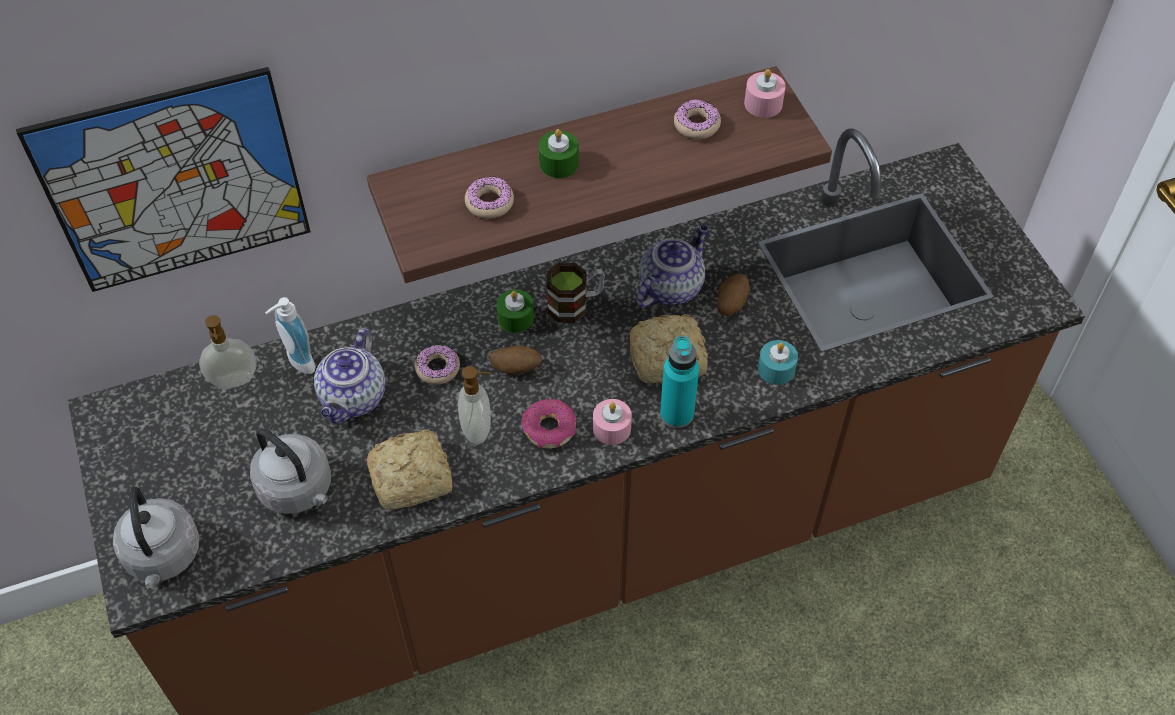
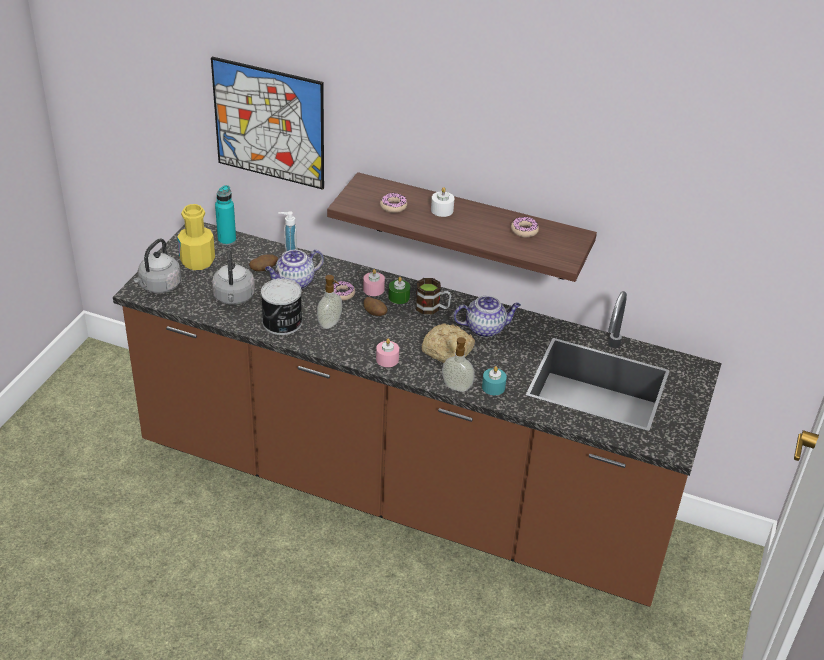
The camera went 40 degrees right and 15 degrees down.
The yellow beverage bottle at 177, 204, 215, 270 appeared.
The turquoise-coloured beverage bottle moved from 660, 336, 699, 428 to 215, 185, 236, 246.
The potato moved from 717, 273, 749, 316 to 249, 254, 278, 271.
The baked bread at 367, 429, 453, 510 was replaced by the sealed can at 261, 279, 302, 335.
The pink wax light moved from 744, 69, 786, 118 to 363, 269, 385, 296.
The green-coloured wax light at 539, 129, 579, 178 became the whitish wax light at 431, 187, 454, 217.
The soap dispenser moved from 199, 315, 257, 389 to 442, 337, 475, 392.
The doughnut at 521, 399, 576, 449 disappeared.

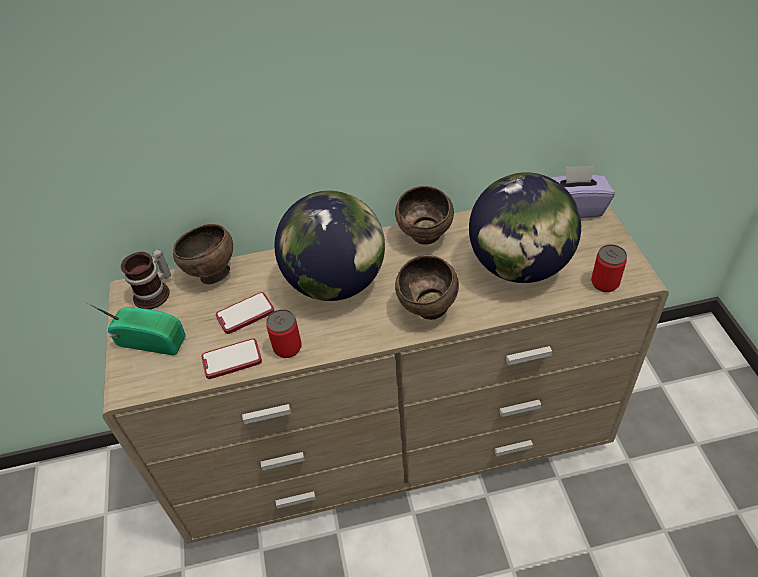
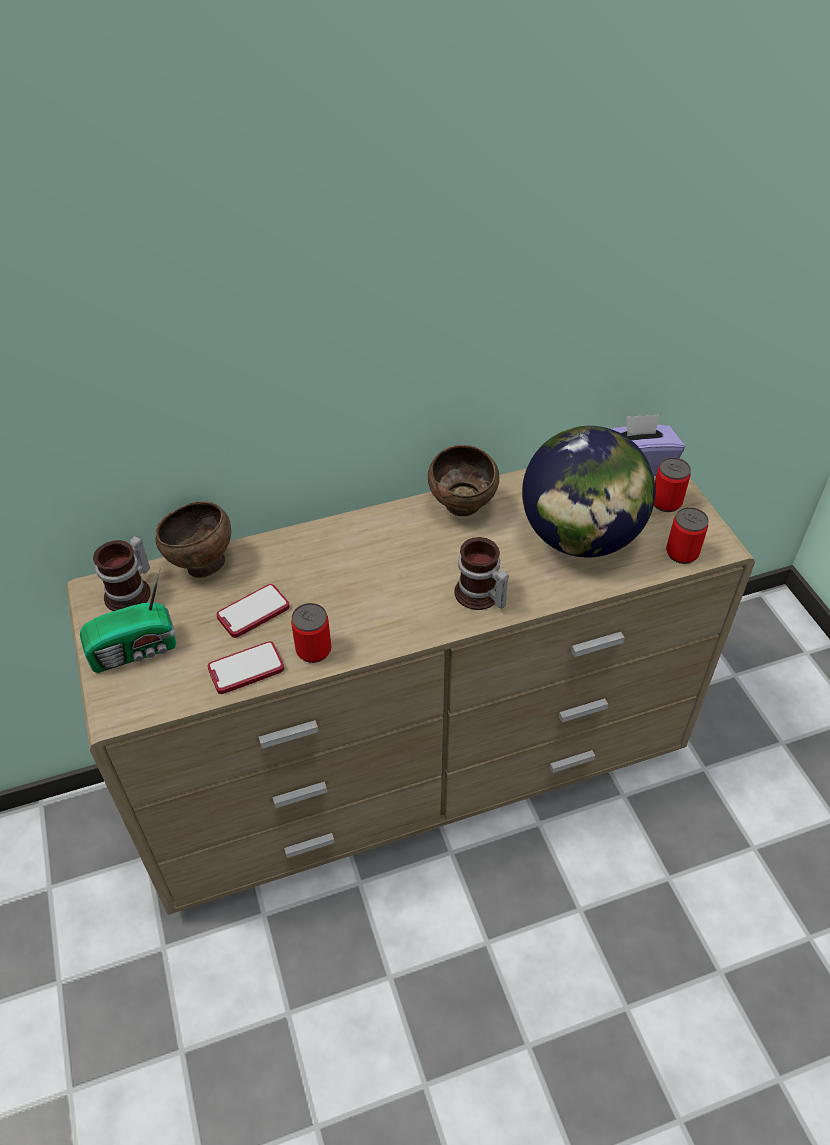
The camera went 10 degrees left and 0 degrees up.
The radio set at 86, 302, 186, 355 turned 150 degrees clockwise.
The brown-coloured bowl at 395, 255, 459, 320 was replaced by the tea mug at 454, 537, 509, 610.
The sealed can at 654, 458, 691, 512 appeared.
The world globe at 274, 191, 385, 301 disappeared.

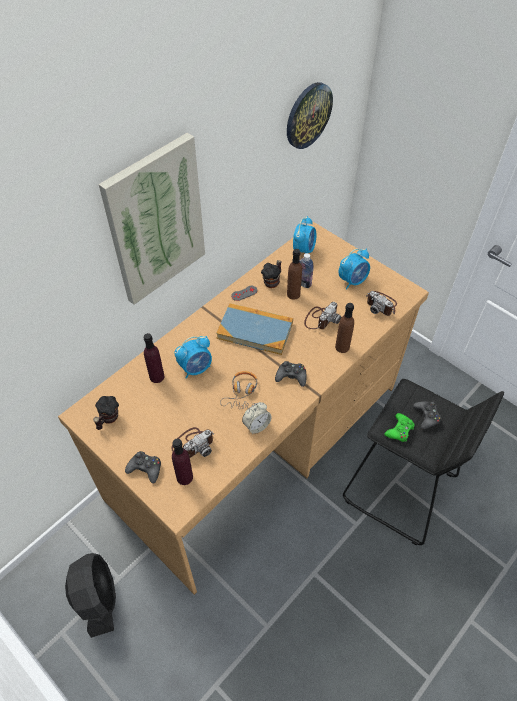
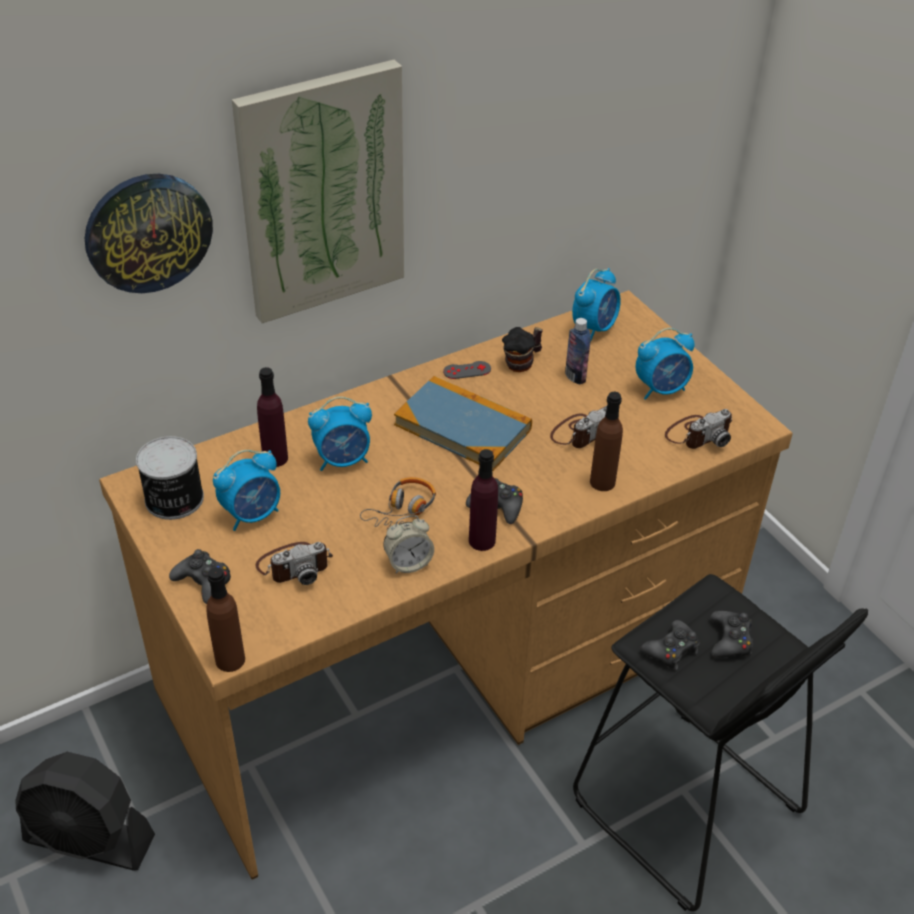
The camera went 15 degrees right and 10 degrees down.
The blackish cooling fan at 65, 553, 116, 638 turned 105 degrees clockwise.
The hanging clock moved from 287, 82, 333, 149 to 85, 174, 213, 293.
The tea mug at 93, 396, 119, 430 was replaced by the sealed can at 136, 436, 204, 520.
The brown-coloured beverage bottle moved from 287, 249, 302, 300 to 206, 567, 245, 672.
The table clock at 213, 450, 280, 531 appeared.
The purple beverage bottle moved from 172, 439, 193, 485 to 469, 449, 498, 551.
The green-coloured joypad at 385, 413, 415, 442 became the blackish joypad at 640, 620, 700, 670.
The photo camera at 365, 291, 397, 316 turned 90 degrees counterclockwise.

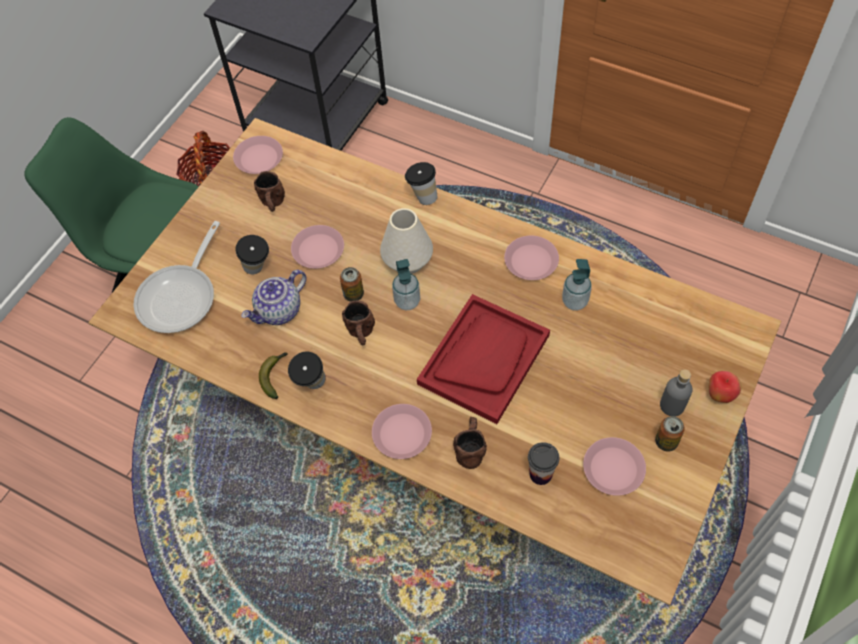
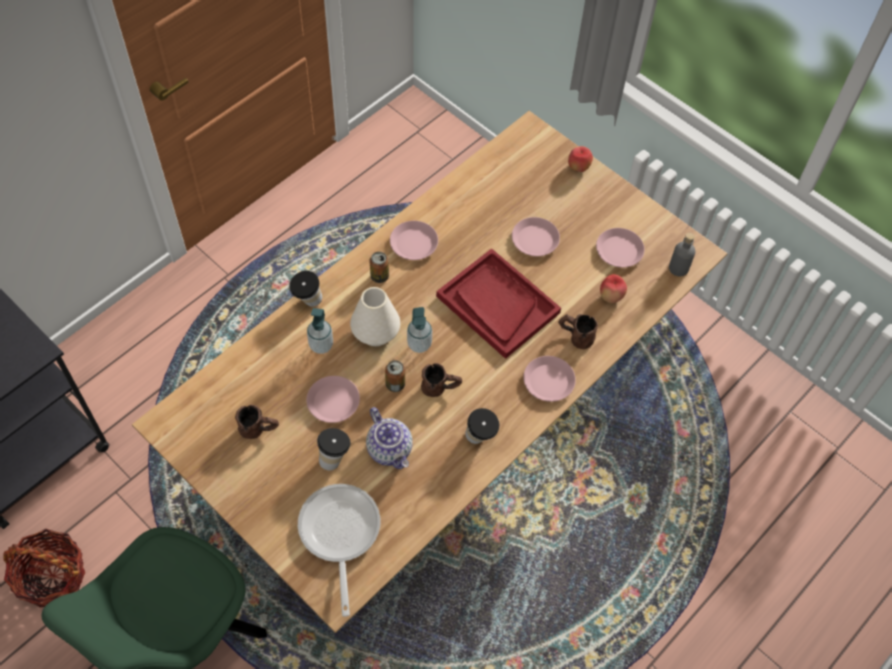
The camera went 80 degrees left and 0 degrees up.
The skillet at 134, 221, 220, 333 turned 135 degrees counterclockwise.
The soap dispenser moved from 562, 259, 592, 311 to 307, 308, 333, 354.
The sealed can moved from 655, 416, 685, 451 to 370, 252, 389, 283.
The pink dinner plate moved from 233, 136, 283, 174 to 512, 217, 560, 256.
The small cup at 528, 442, 559, 485 was replaced by the whole apple at 600, 274, 627, 303.
The gray beverage bottle moved from 660, 369, 693, 416 to 669, 233, 695, 277.
The banana fruit at 259, 352, 288, 399 disappeared.

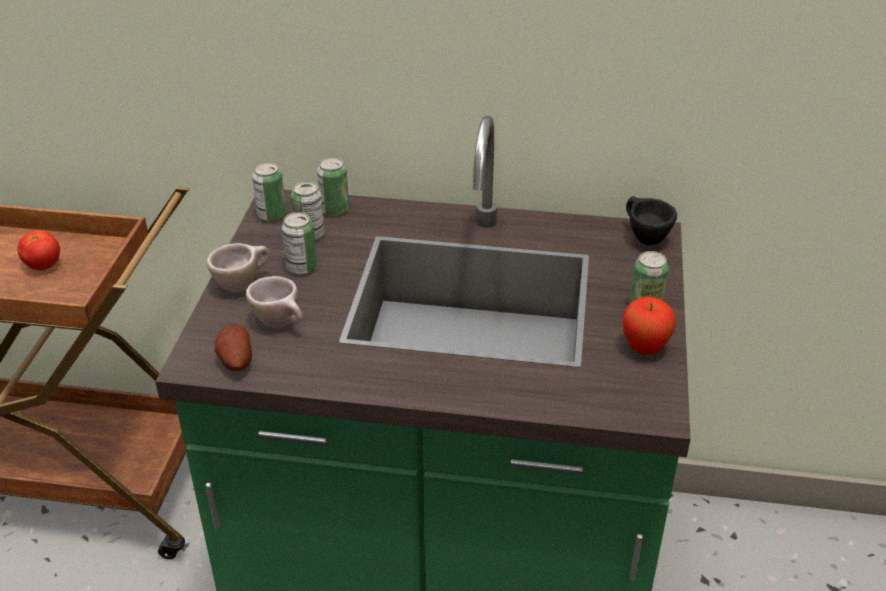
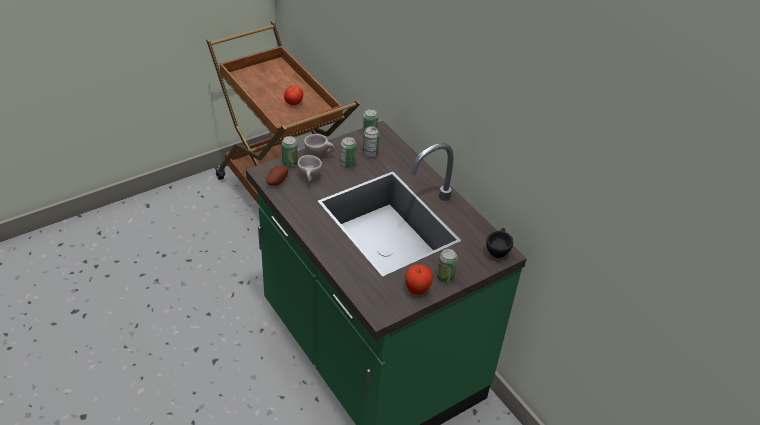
The camera went 45 degrees right and 5 degrees up.
The sealed can moved from 317, 157, 349, 216 to 282, 136, 298, 167.

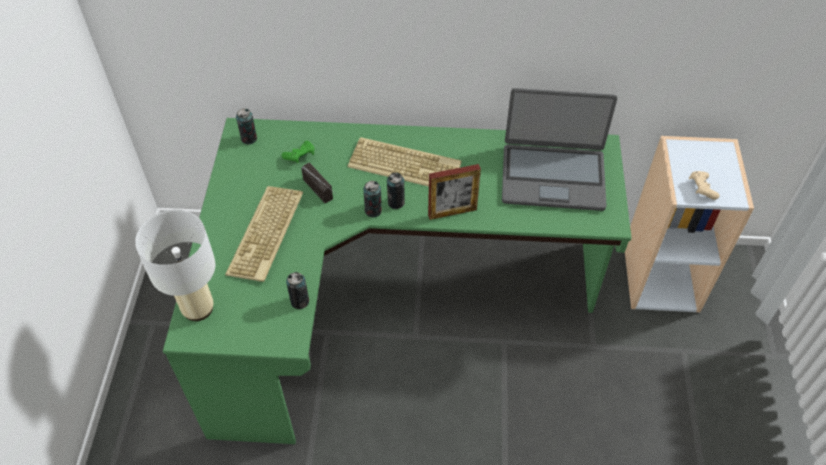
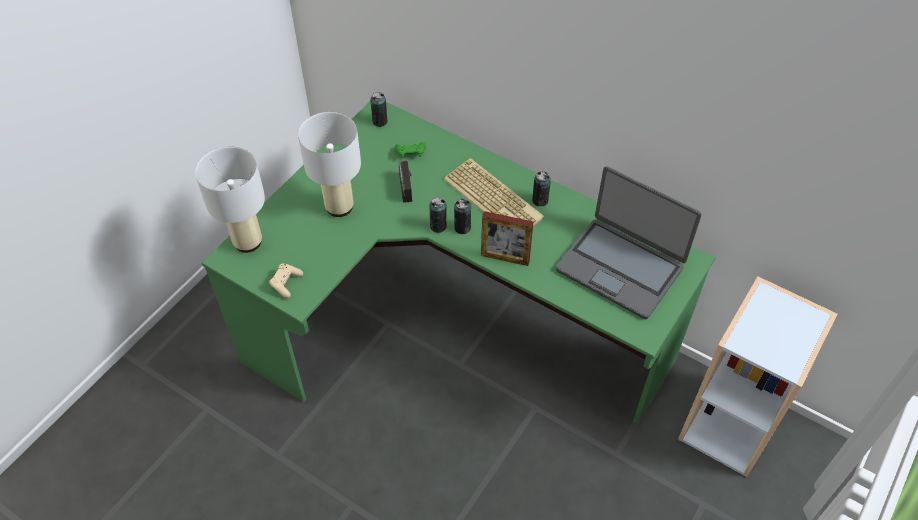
The camera went 30 degrees right and 0 degrees up.
The beige-coloured joypad moved from 689, 171, 719, 200 to 269, 264, 303, 298.
The keyboard at 225, 186, 303, 282 was replaced by the whitish table lamp at 298, 112, 361, 217.
The sealed can moved from 286, 272, 309, 309 to 532, 171, 551, 207.

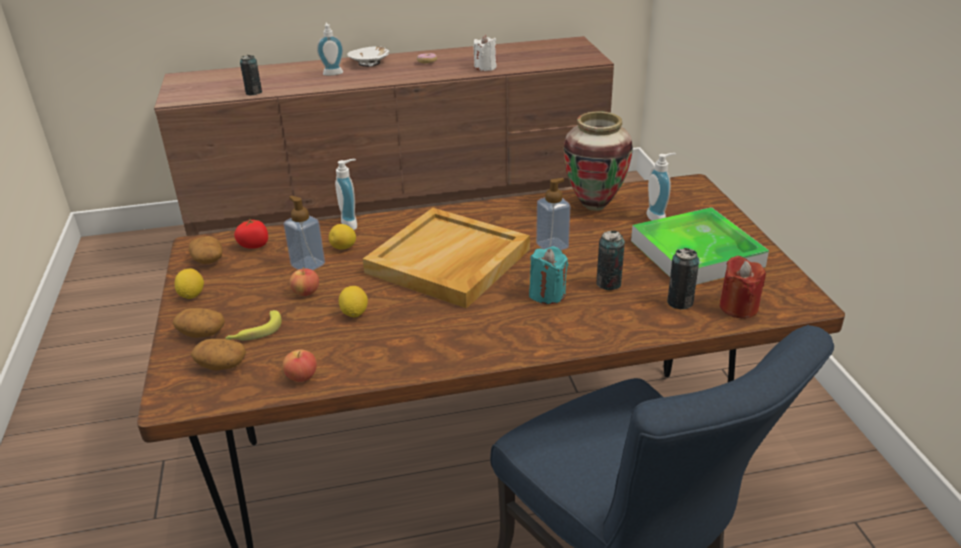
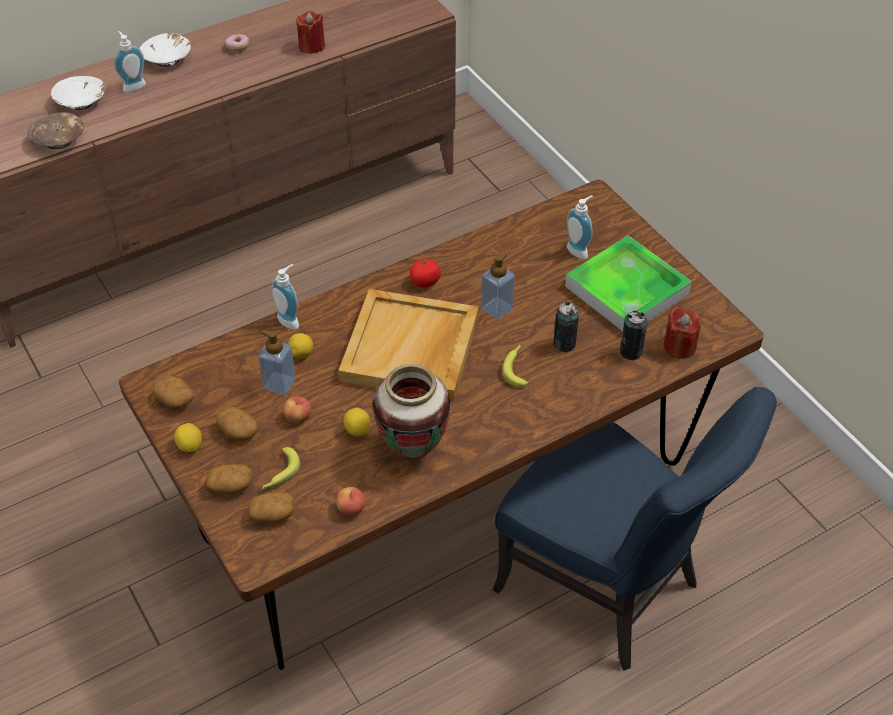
The camera went 20 degrees left and 15 degrees up.
The sealed can at 240, 55, 262, 96 was replaced by the brown-coloured bowl at 27, 112, 84, 149.
The whitish bowl at 51, 76, 105, 110 appeared.
The potato at 216, 407, 258, 441 appeared.
The whitish wax light at 474, 35, 496, 71 became the red-coloured wax light at 296, 11, 325, 54.
The decorative vase moved from 564, 111, 633, 211 to 372, 364, 451, 460.
The tomato moved from 234, 218, 268, 249 to 410, 259, 441, 288.
The turquoise-coloured wax light at 529, 246, 568, 304 was replaced by the banana fruit at 502, 344, 528, 387.

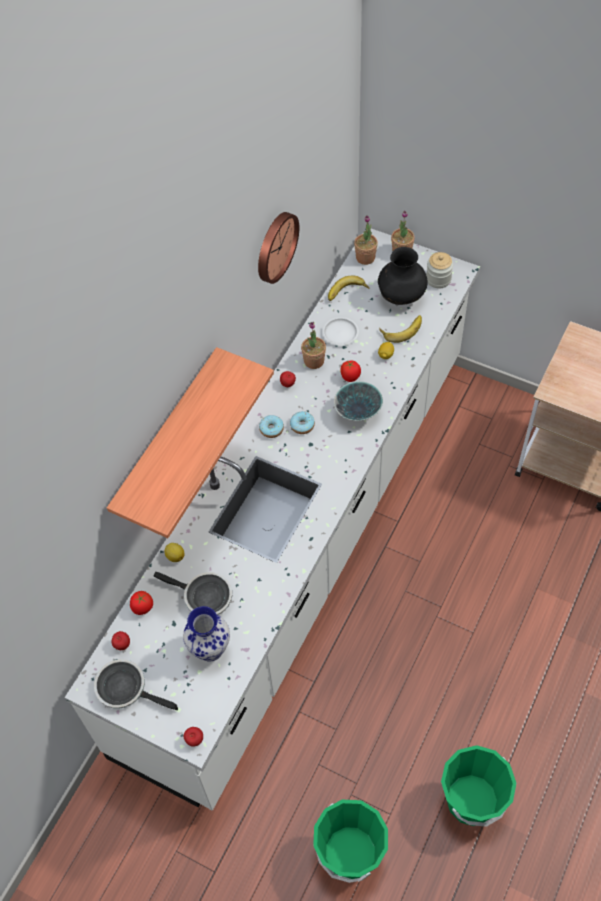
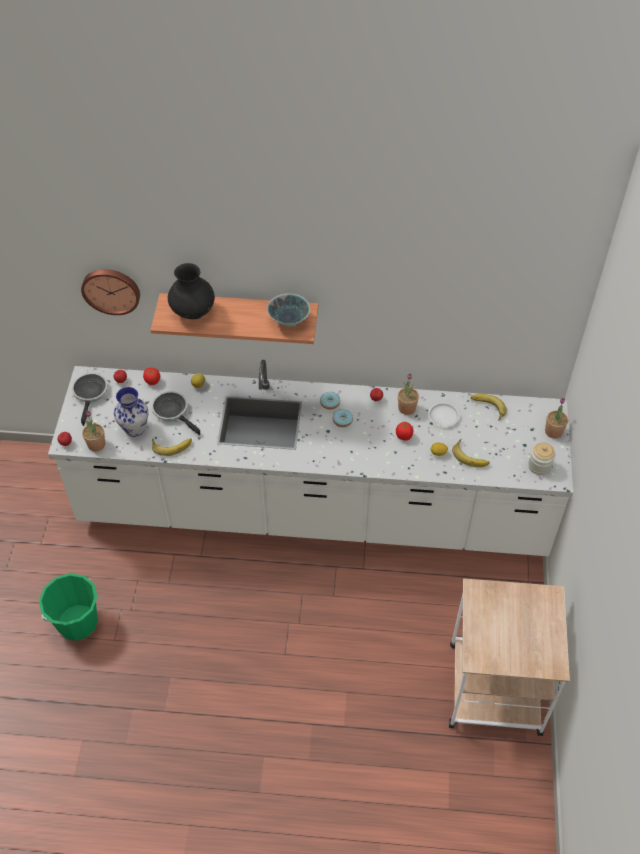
The camera went 65 degrees right and 5 degrees down.
The hanging clock moved from 258, 212, 299, 284 to 81, 269, 140, 315.
The houseplant moved from 354, 215, 378, 265 to 82, 411, 105, 452.
The skillet at 153, 572, 232, 615 turned 135 degrees clockwise.
The banana fruit at 152, 438, 192, 456 appeared.
The blackish decorative vase moved from 378, 247, 428, 305 to 168, 263, 215, 319.
The bowl moved from 334, 381, 383, 421 to 267, 294, 310, 327.
The green-coloured bucket at 441, 745, 516, 827 disappeared.

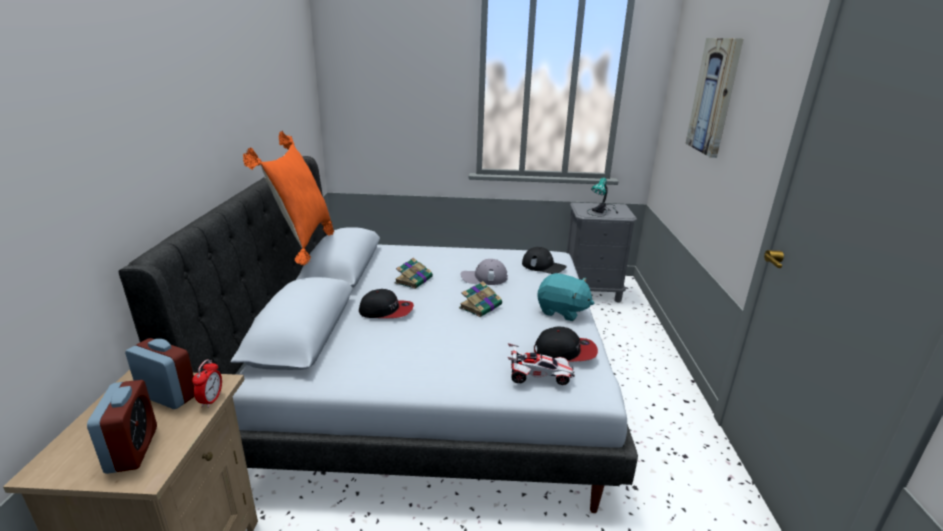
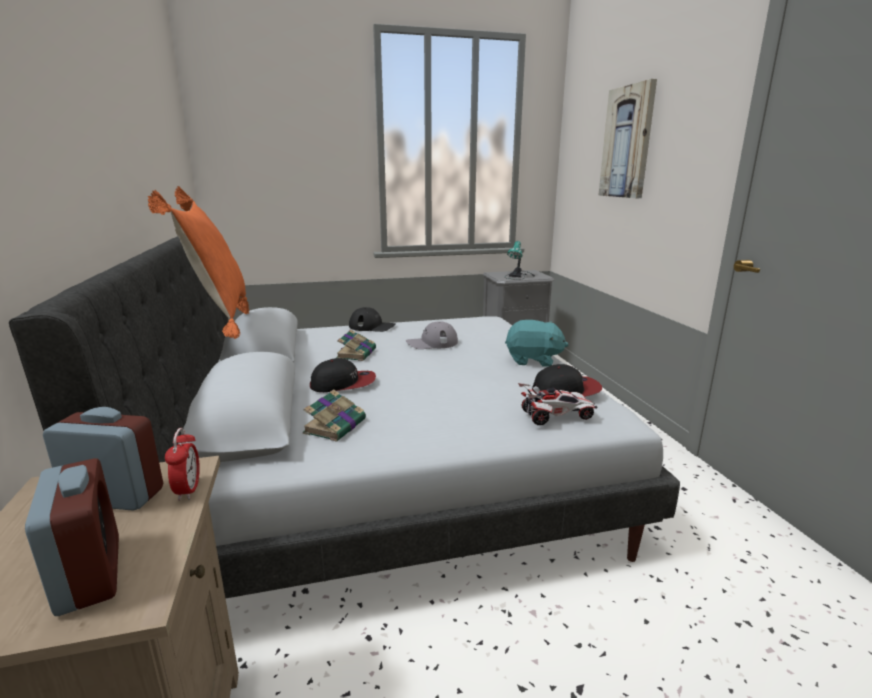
The camera went 15 degrees left and 5 degrees down.
The volume moved from 459, 281, 502, 317 to 303, 389, 366, 442.
The blackish cap moved from 522, 247, 567, 274 to 349, 307, 396, 332.

